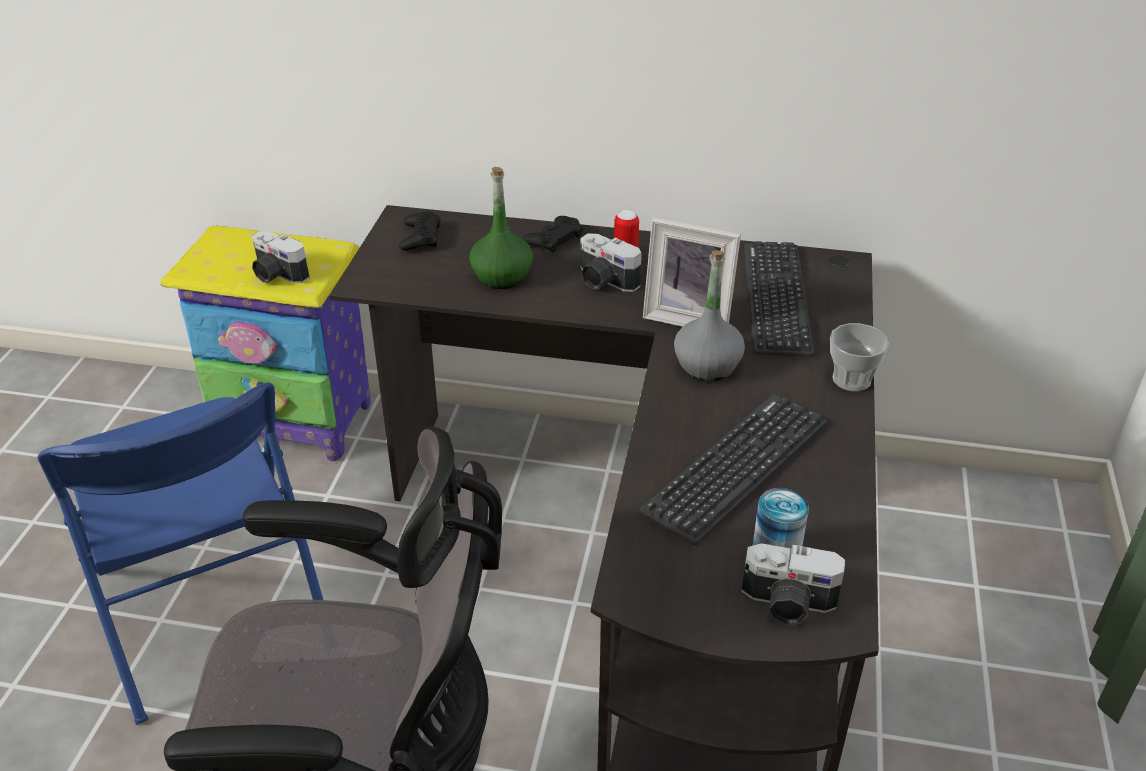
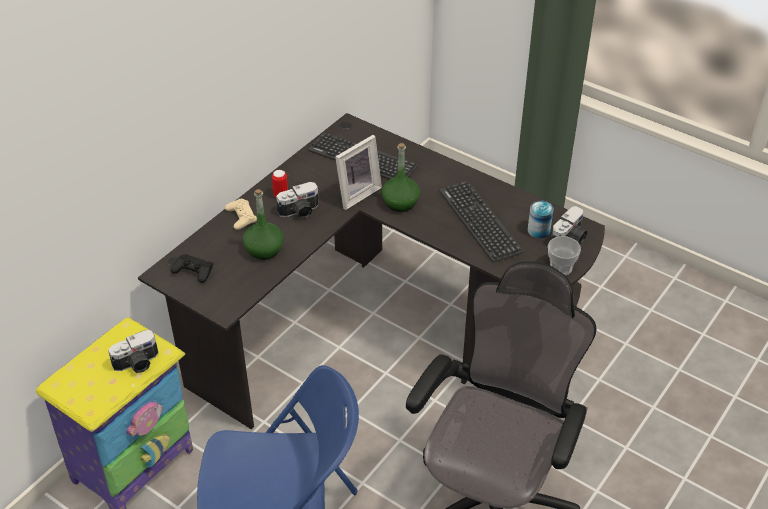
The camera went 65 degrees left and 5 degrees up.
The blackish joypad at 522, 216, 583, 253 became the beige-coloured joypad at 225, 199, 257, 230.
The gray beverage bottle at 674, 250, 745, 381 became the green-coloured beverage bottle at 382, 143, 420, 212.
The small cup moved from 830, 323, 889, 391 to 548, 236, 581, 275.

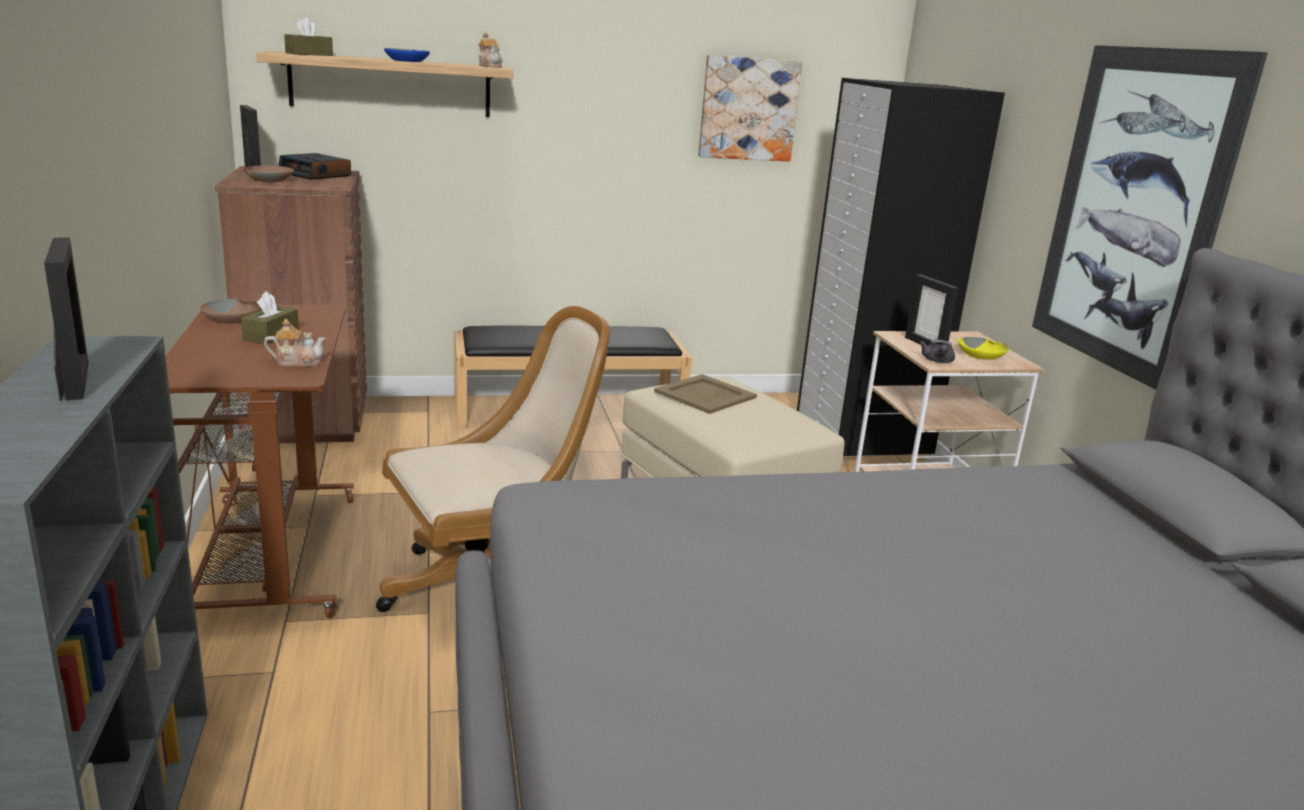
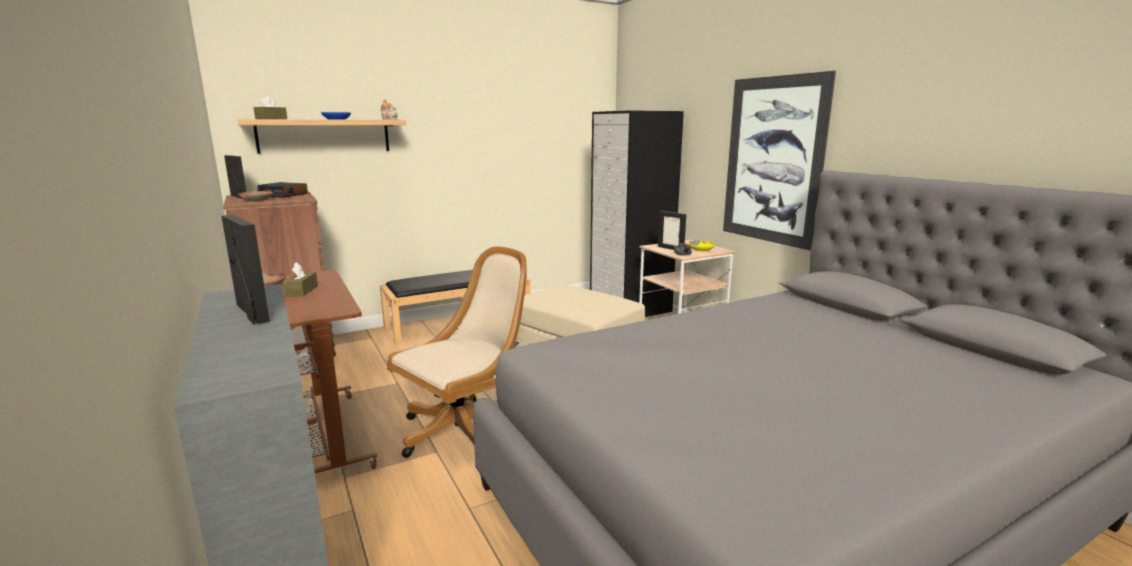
The camera went 15 degrees left and 5 degrees down.
The tea pot at 264, 319, 326, 367 disappeared.
The beige-coloured serving tray at 654, 374, 757, 414 disappeared.
The picture at 698, 55, 802, 162 disappeared.

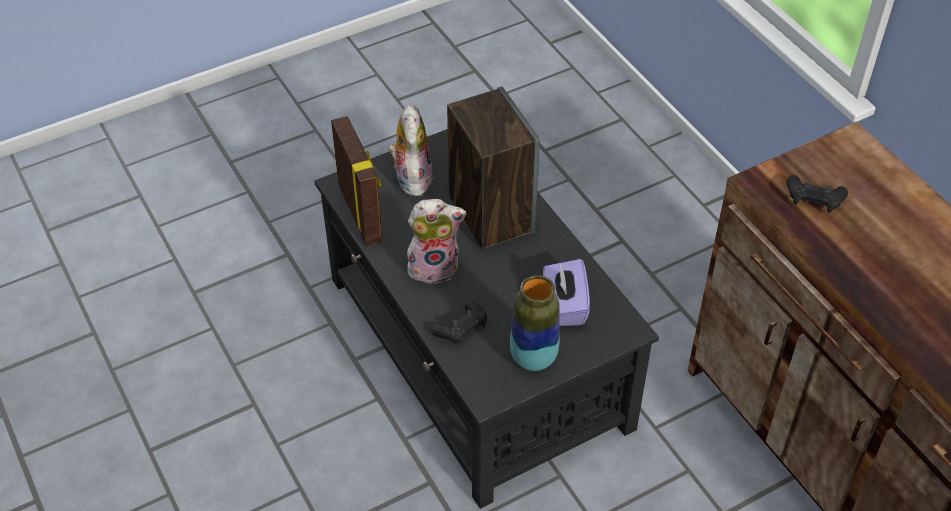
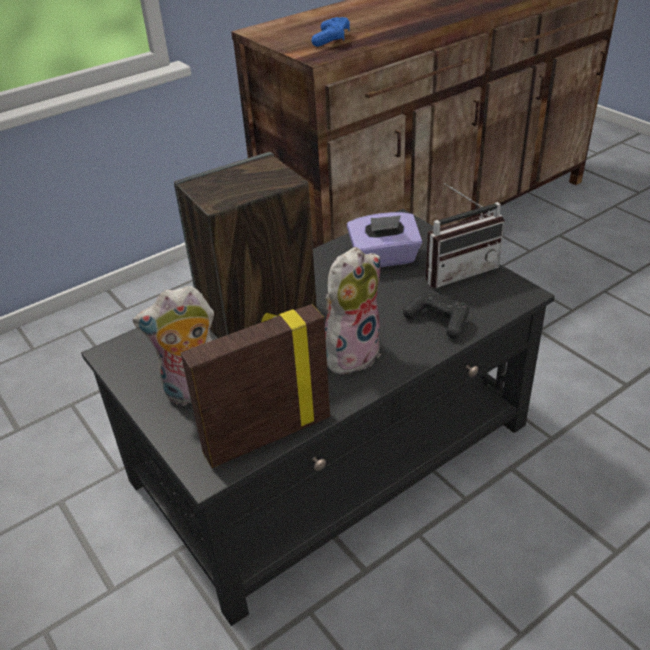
The camera went 95 degrees left and 10 degrees down.
The blackish joypad at 786, 175, 848, 213 became the blue joypad at 312, 17, 350, 47.
The plush toy at 407, 199, 467, 284 turned 60 degrees clockwise.
The decorative vase at 510, 275, 560, 371 was replaced by the radio set at 426, 183, 505, 288.

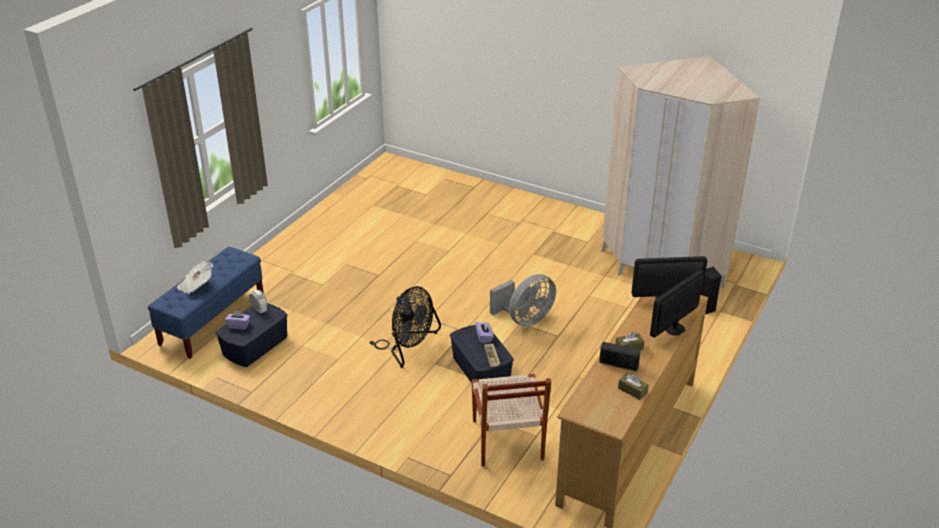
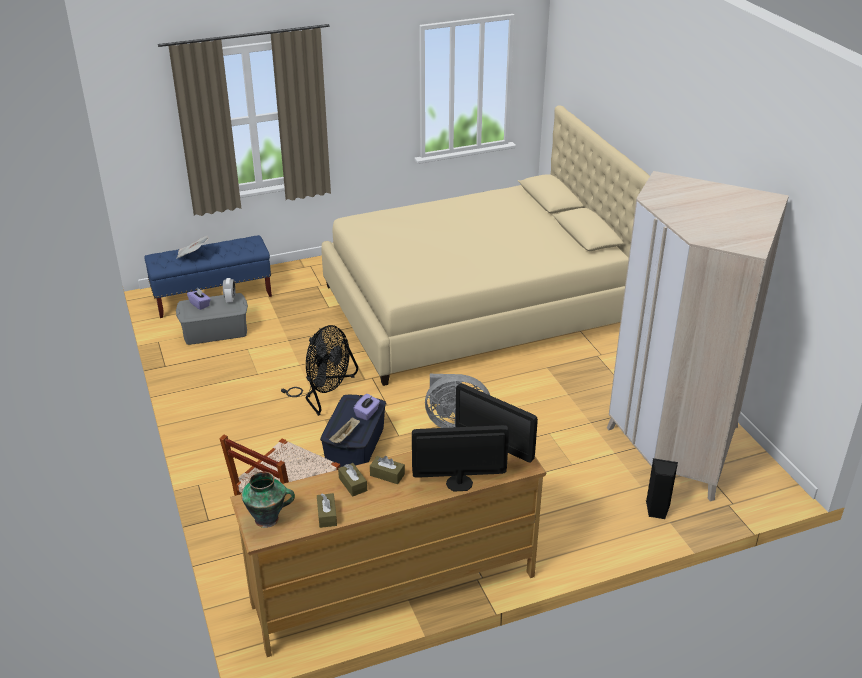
The camera went 40 degrees right and 0 degrees up.
The blue storage box at 216, 303, 287, 367 became the gray storage box at 176, 293, 248, 345.
The decorative vase at 241, 471, 295, 528 appeared.
The blackish cooling fan at 369, 286, 441, 368 turned 45 degrees counterclockwise.
The beige-coloured bedroom bed at 321, 105, 650, 386 appeared.
The radio set at 599, 342, 641, 371 was replaced by the brown-coloured tissue holder at 338, 463, 367, 497.

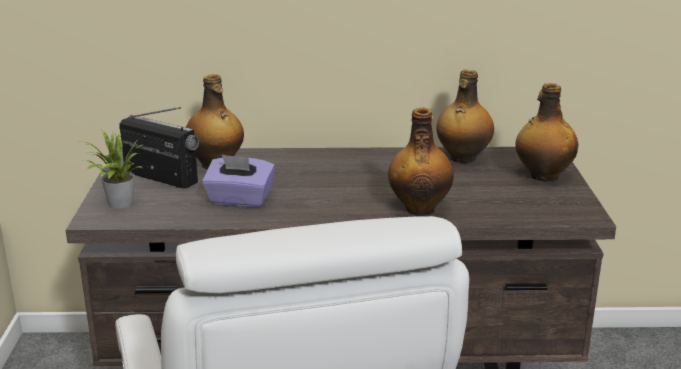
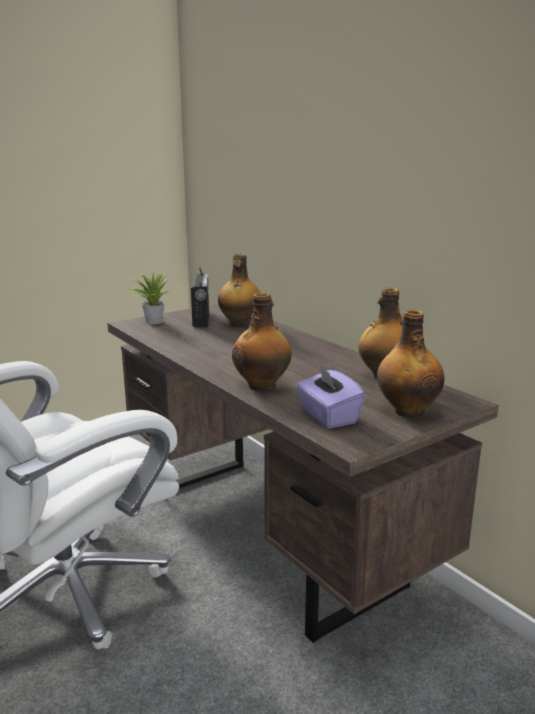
The camera went 55 degrees right and 5 degrees down.
The purple tissue holder moved from 202, 155, 275, 207 to 296, 363, 365, 429.

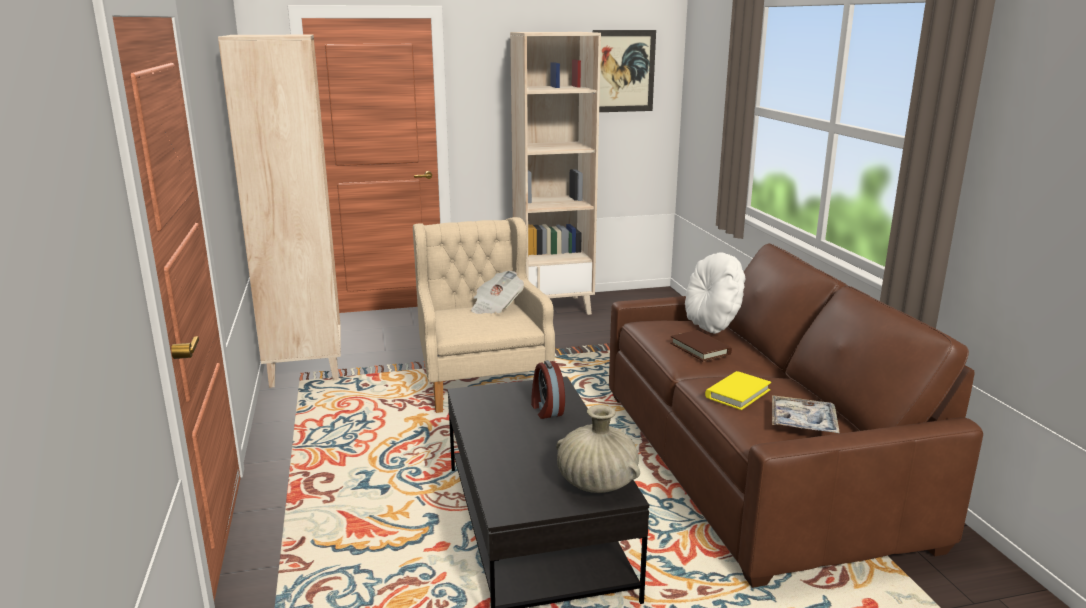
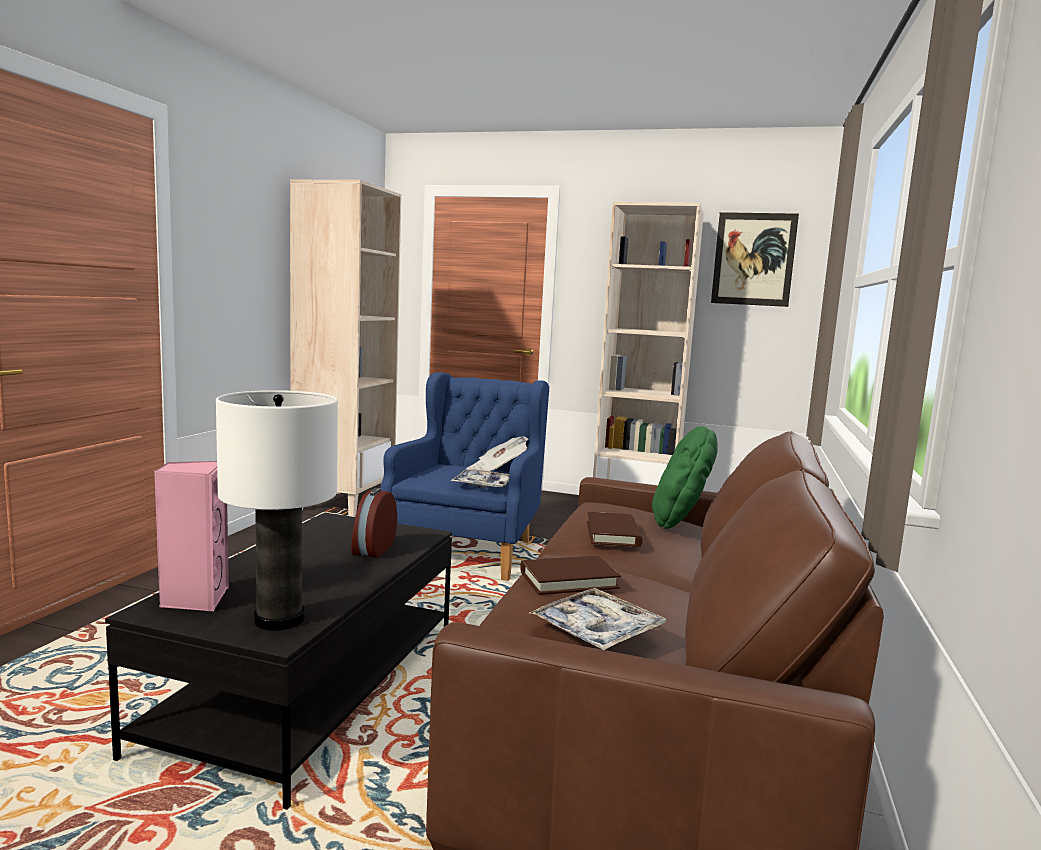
The camera went 30 degrees right and 10 degrees down.
The pink speaker at 154, 461, 229, 611 appeared.
The beige-coloured decorative vase at 556, 405, 640, 493 was replaced by the whitish table lamp at 216, 390, 338, 631.
The beige-coloured easy chair at 413, 217, 555, 413 became the blue easy chair at 381, 372, 549, 581.
The serving tray at 451, 469, 509, 488 appeared.
The yellow volume at 705, 371, 771, 410 became the brown-coloured volume at 521, 556, 621, 595.
The whitish throw pillow at 685, 252, 745, 334 became the green-coloured throw pillow at 652, 426, 718, 529.

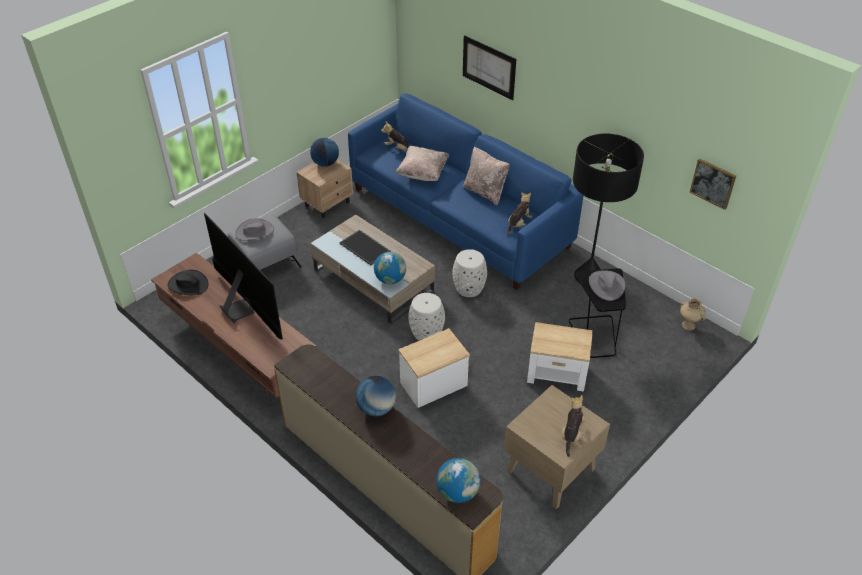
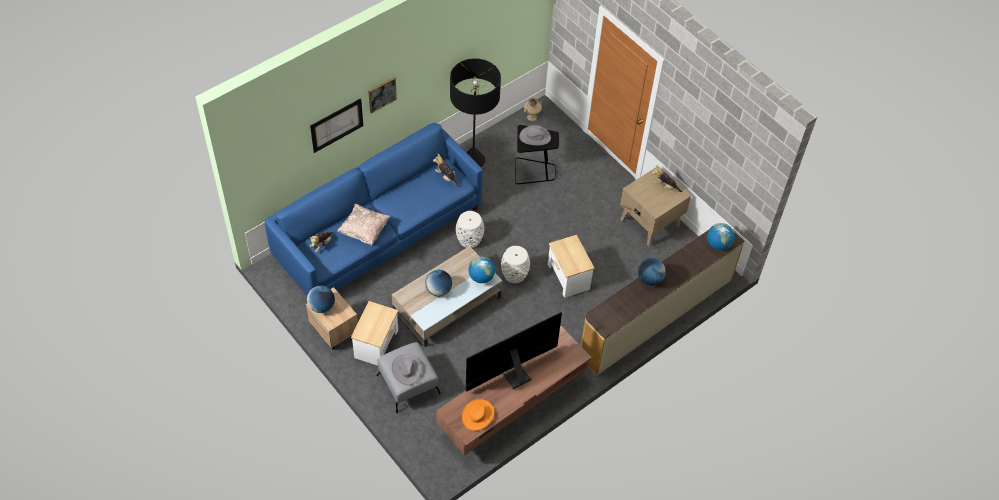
The camera went 85 degrees left and 10 degrees up.
The accent table moved from 527, 322, 593, 392 to 351, 301, 398, 366.
The picture moved from 690, 158, 736, 210 to 369, 77, 397, 114.
The serving tray at 339, 230, 391, 265 was replaced by the world globe at 425, 270, 452, 297.
The blackish clothing hat at 168, 270, 208, 295 became the orange-coloured clothing hat at 462, 399, 495, 431.
The beige-coloured throw pillow at 463, 146, 510, 205 disappeared.

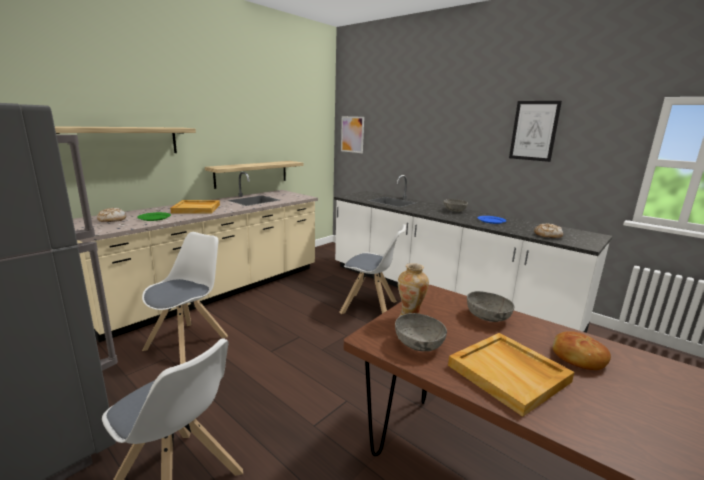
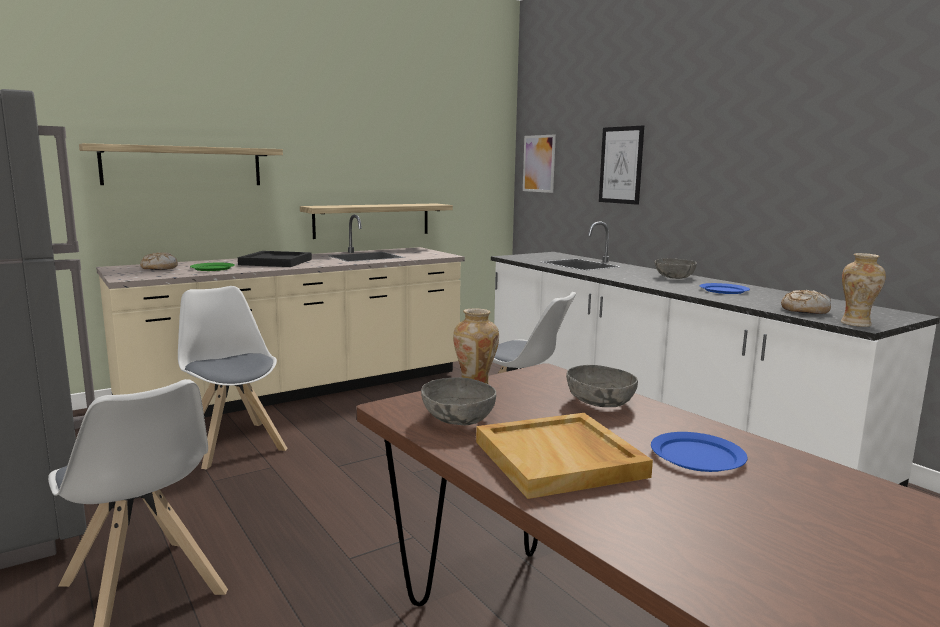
The camera went 15 degrees right and 5 degrees down.
The plain chair at 142, 232, 228, 364 turned 75 degrees counterclockwise.
The beige-coloured serving tray at 170, 200, 220, 214 became the blackish serving tray at 238, 251, 312, 267.
The picture moved from 509, 101, 562, 162 to 599, 126, 644, 205.
The baked bread at 553, 331, 611, 370 was replaced by the blue dinner plate at 651, 432, 748, 472.
The decorative vase at 841, 253, 886, 327 appeared.

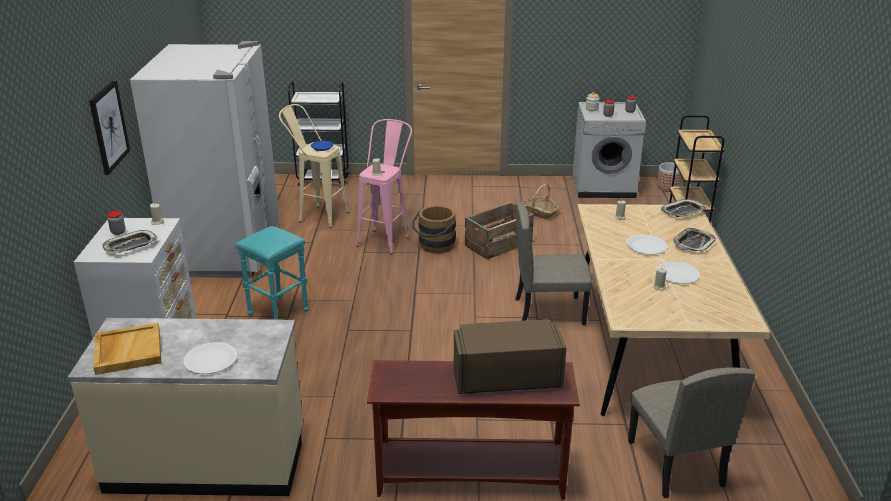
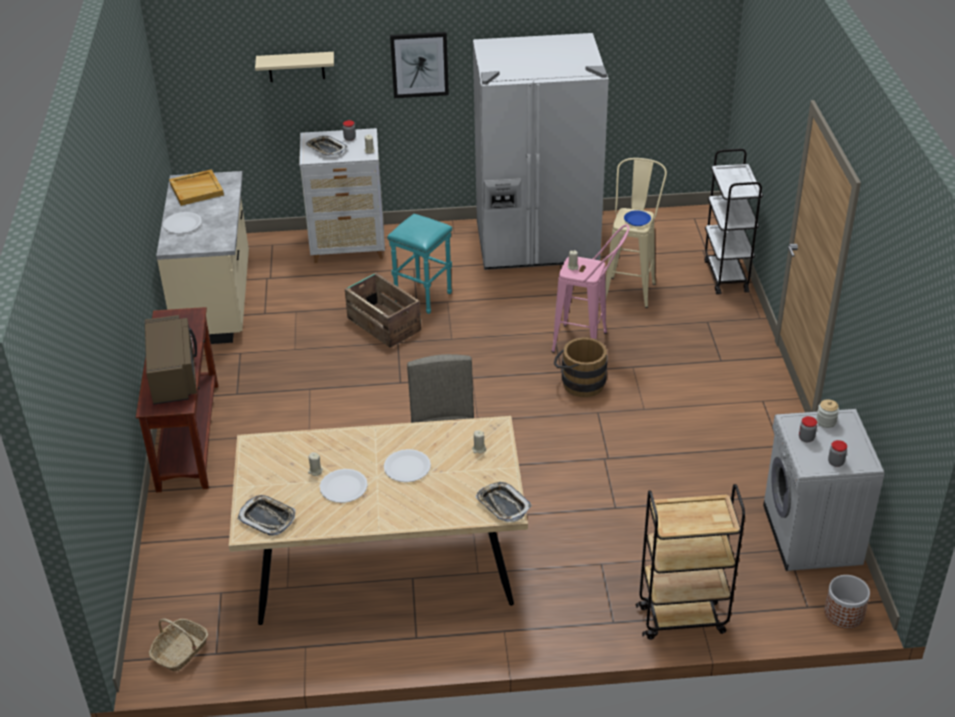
The camera went 85 degrees right and 10 degrees up.
The storage basket moved from 522, 184, 559, 219 to 149, 618, 208, 672.
The serving tray moved from 673, 227, 716, 252 to 238, 495, 296, 536.
The beige-coloured bracket shelf at 255, 52, 334, 82 appeared.
The crate moved from 465, 202, 534, 260 to 345, 273, 421, 348.
The beige-coloured plain chair at 628, 367, 755, 498 disappeared.

